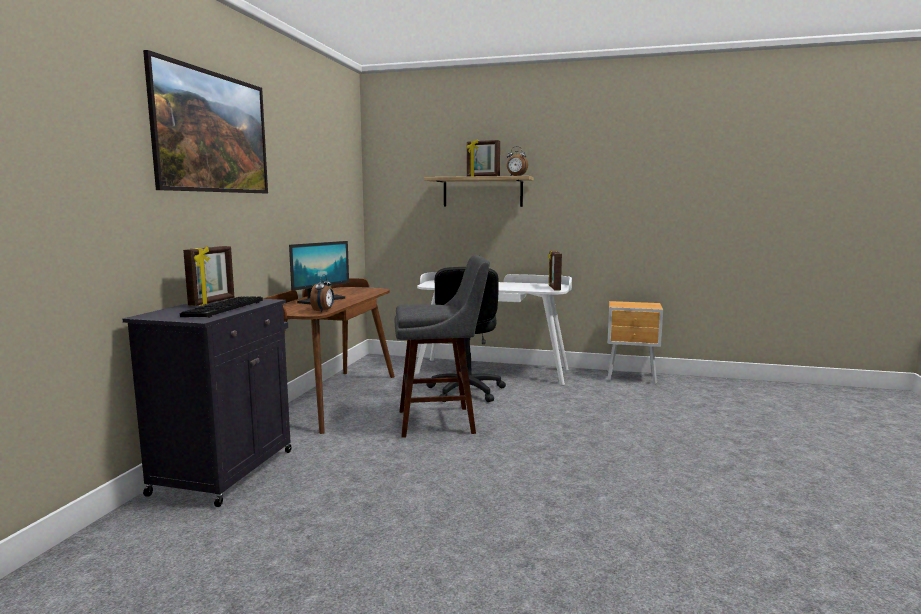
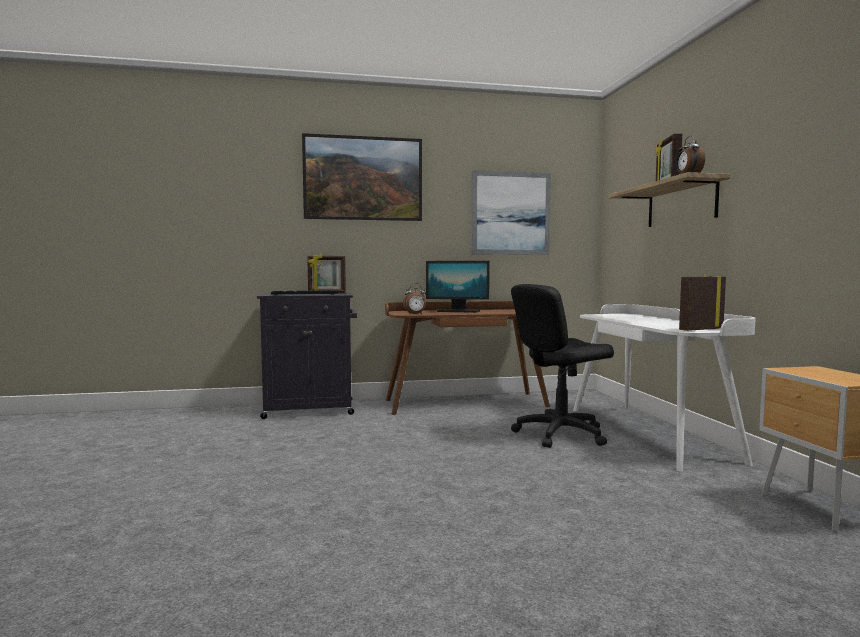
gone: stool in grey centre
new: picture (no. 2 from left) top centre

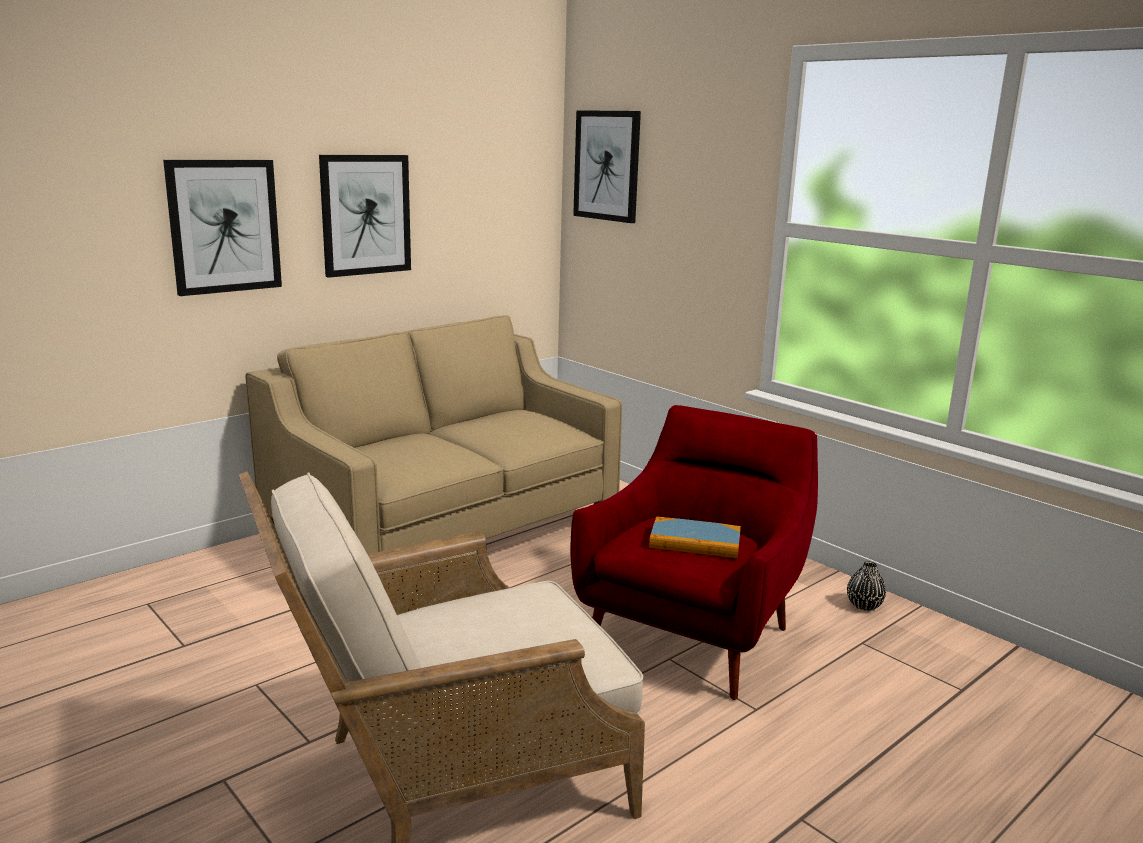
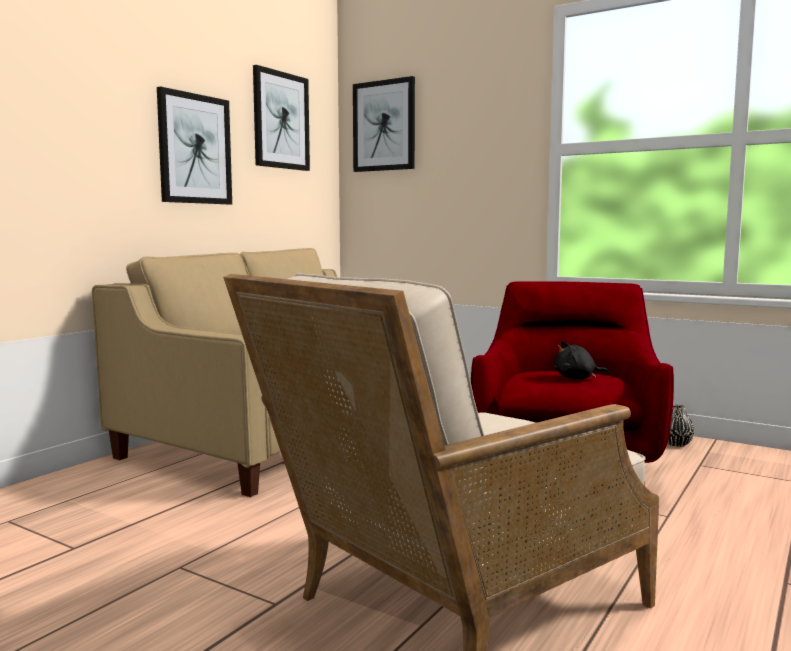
shifted: picture (no. 1 from left in the first image) top left to picture (no. 2 from left) top centre
swapped: book centre to plush toy in black middle right

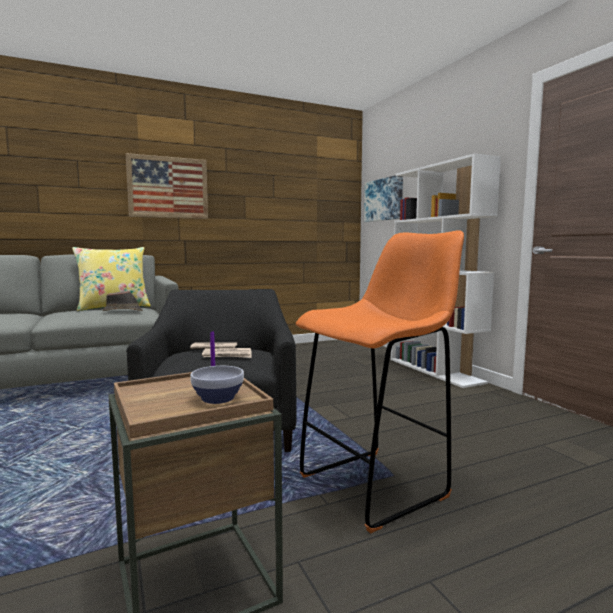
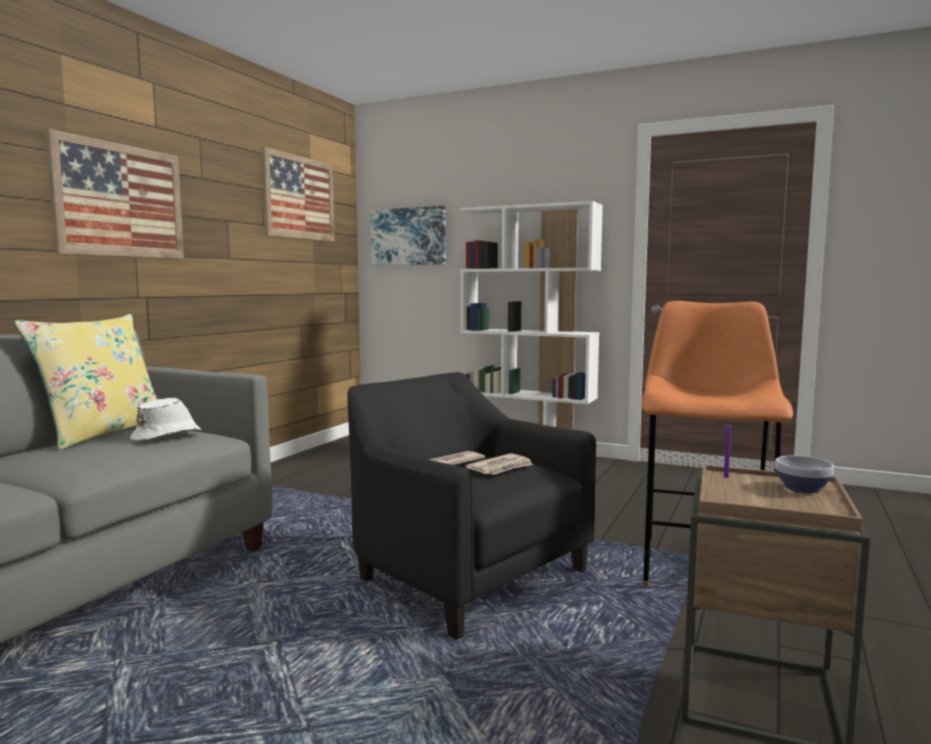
new: picture (no. 2 from left) top left
repainted: hat in brown middle left to hat in white middle left

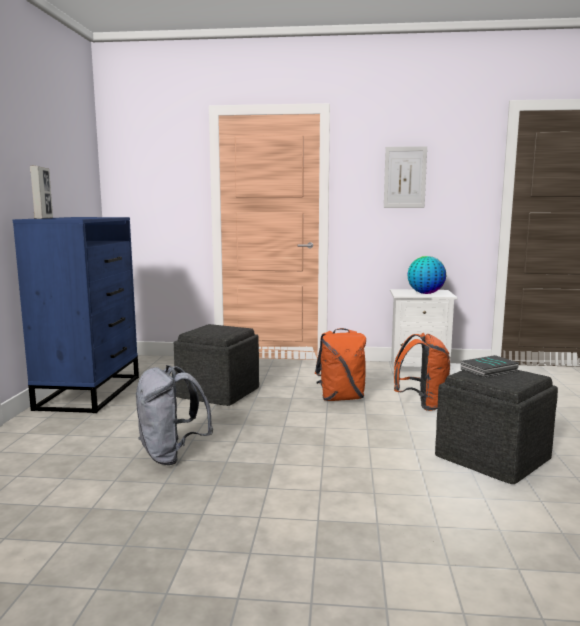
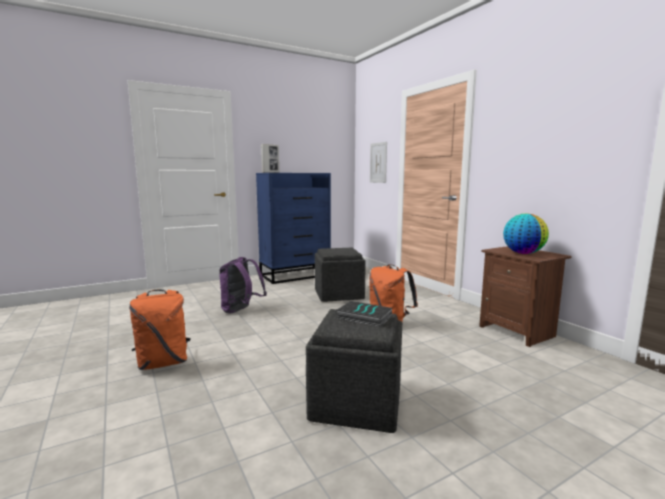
shifted: picture top right to top centre; backpack in orange (no. 2 from left in the first image) middle right to backpack in orange (no. 1 from left) middle left
repainted: backpack in grey middle left to backpack in purple centre; nightstand in white middle right to nightstand in brown middle right

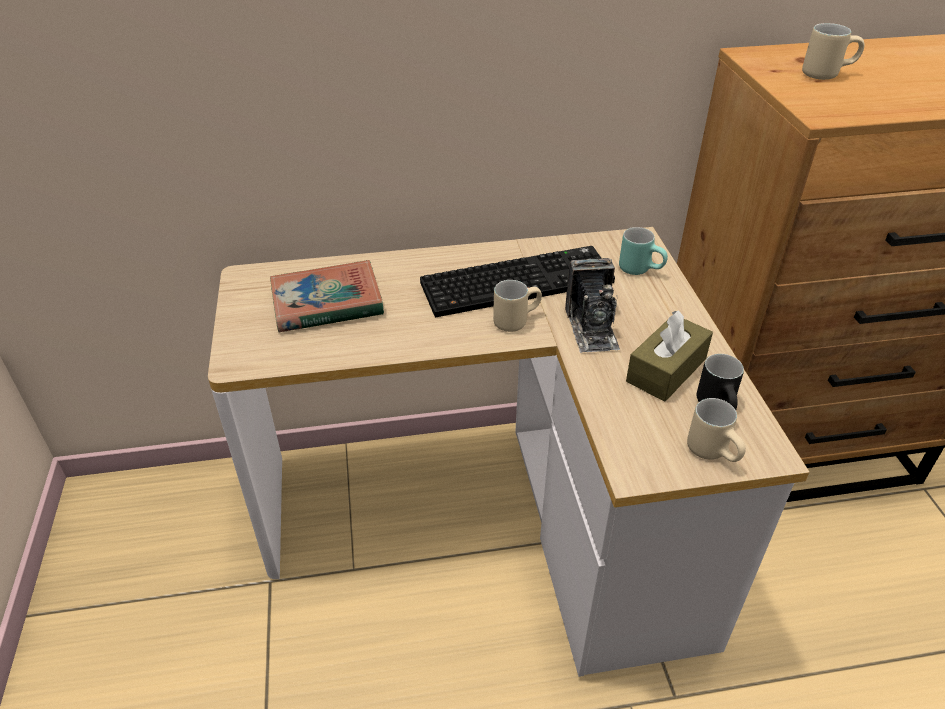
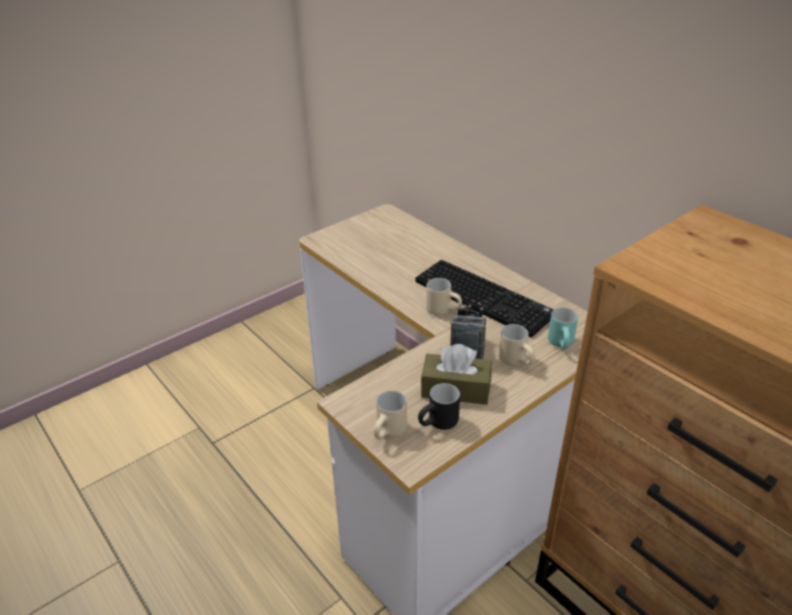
gone: book centre
shifted: mug in beige (no. 3 from left) top right to centre
rotated: photo camera centre = centre 135 degrees clockwise

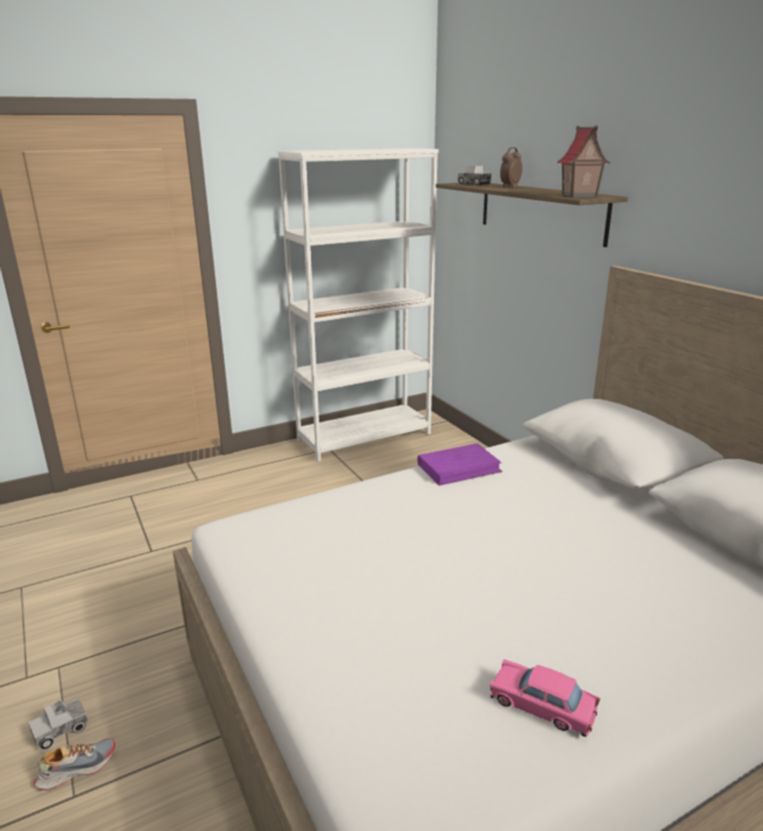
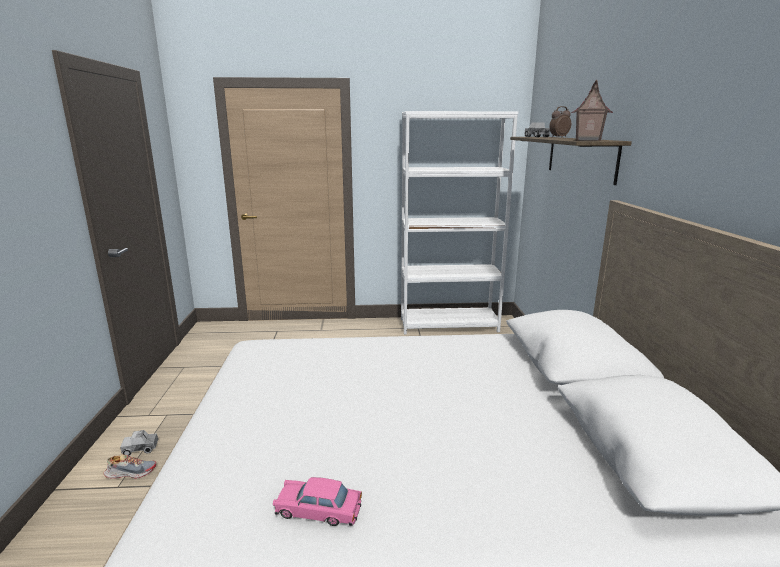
gone: book in purple centre
rotated: toy car in pink bottom right = bottom centre 45 degrees counterclockwise

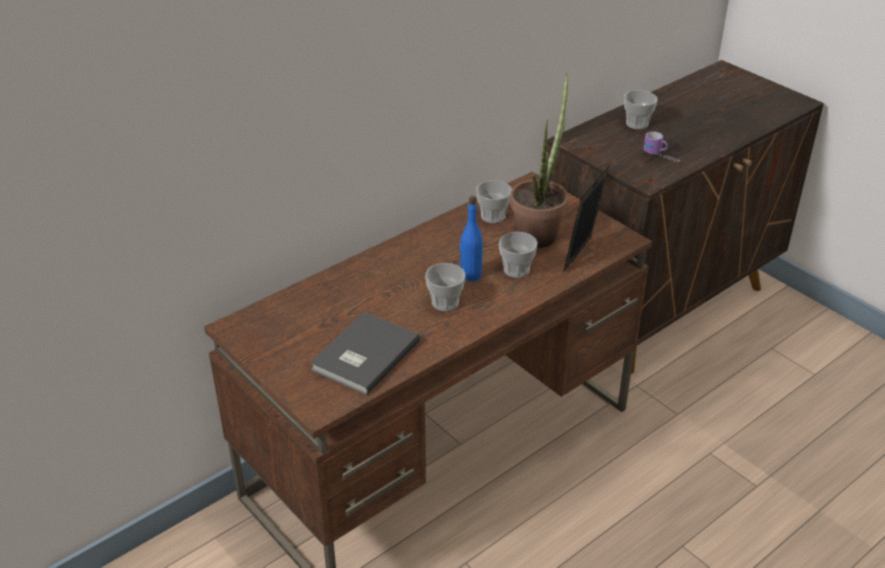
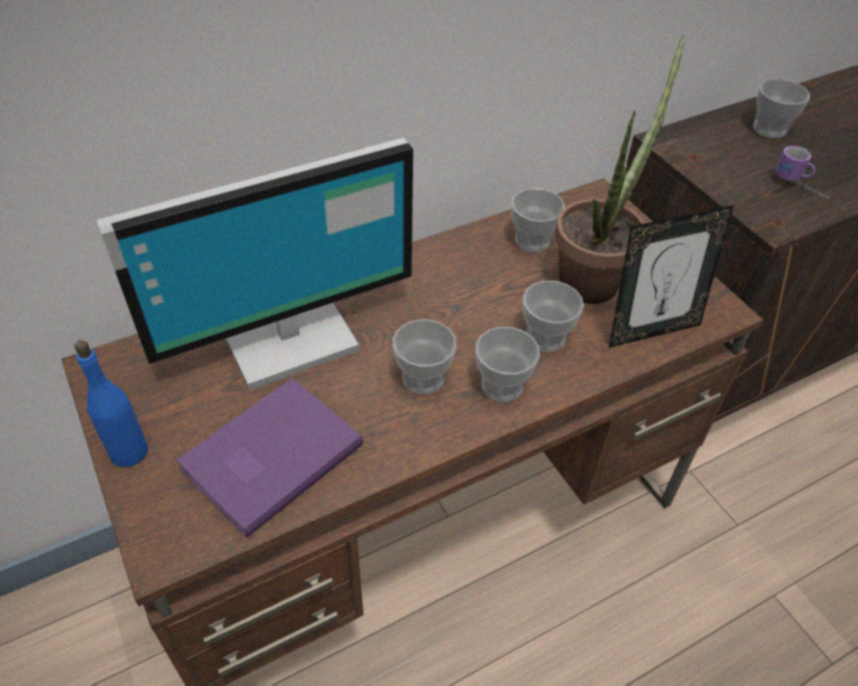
new: monitor middle left; cup (no. 2 from left) centre
shifted: bottle in blue centre to middle left
repainted: book in grey centre to book in purple bottom left
rotated: picture frame centre = middle right 150 degrees counterclockwise

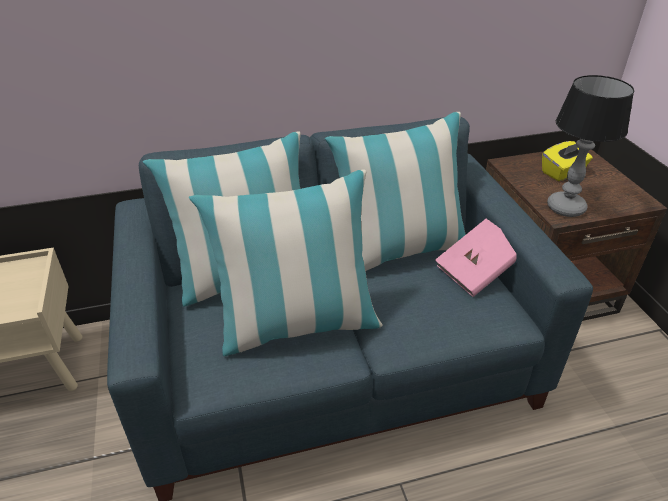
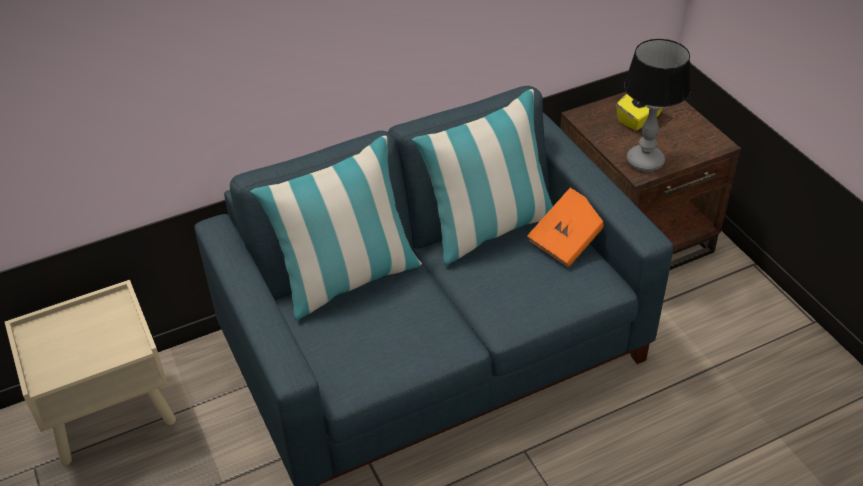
gone: pillow (no. 2 from left) centre
repainted: book in pink middle right to book in orange centre

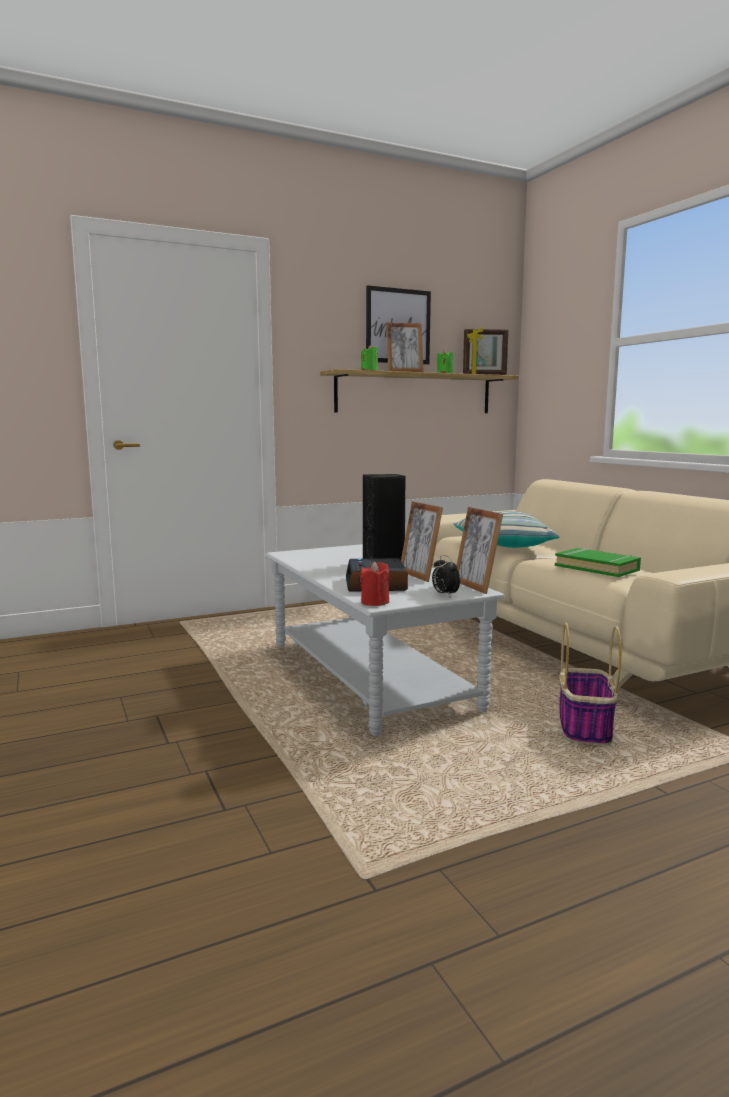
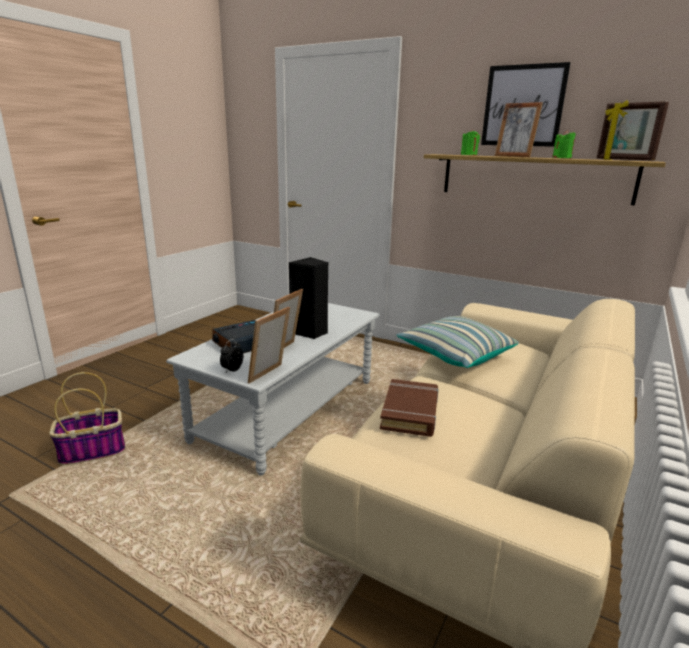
gone: candle in red centre
shifted: basket middle right to middle left
repainted: book in green middle right to book in brown centre

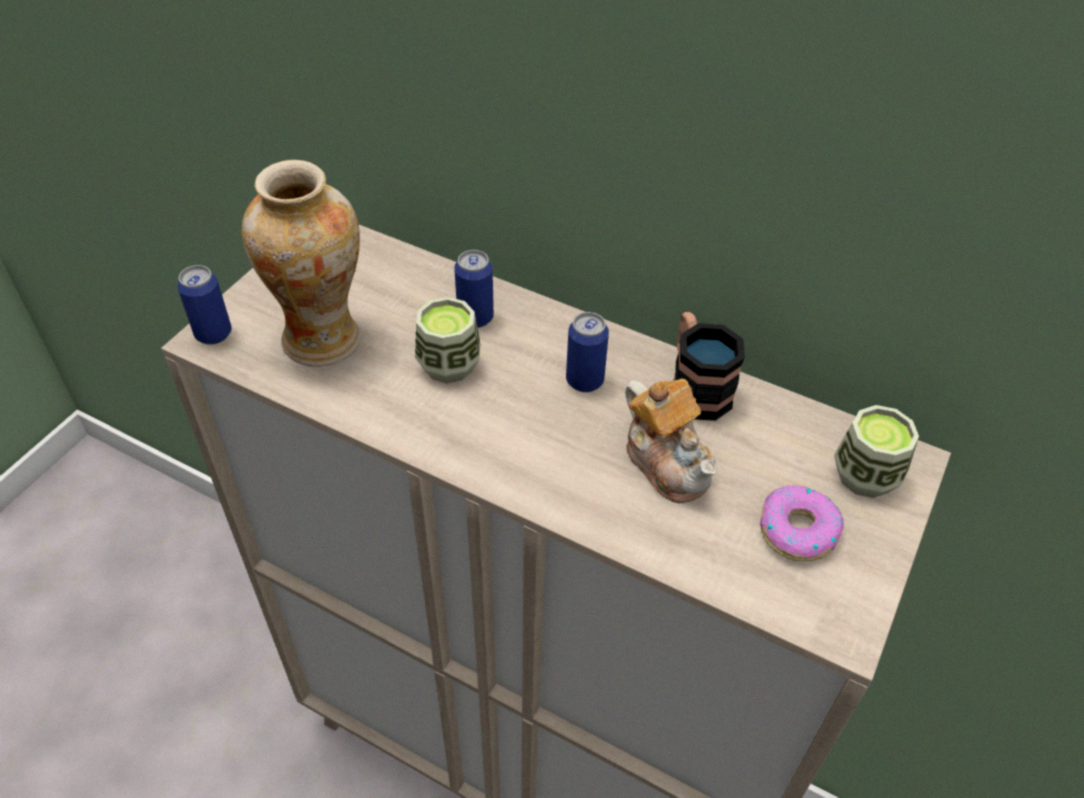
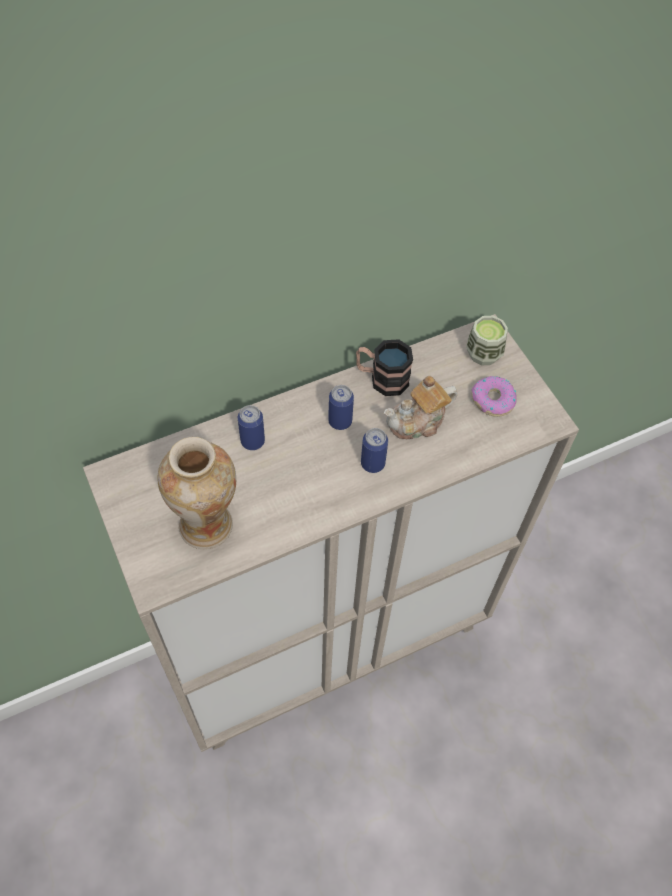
gone: cup (no. 1 from left) centre
shifted: can (no. 1 from left in the first image) middle left to can (no. 3 from left) centre
rotated: teapot centre = centre 150 degrees clockwise

